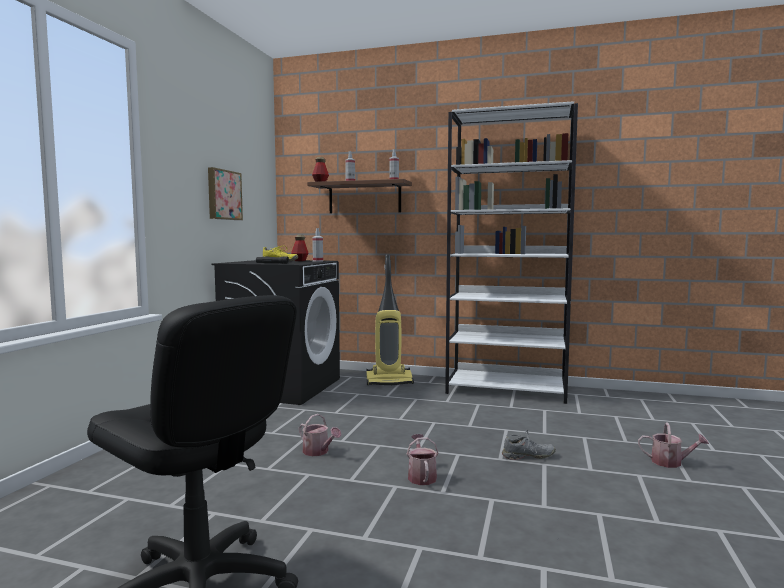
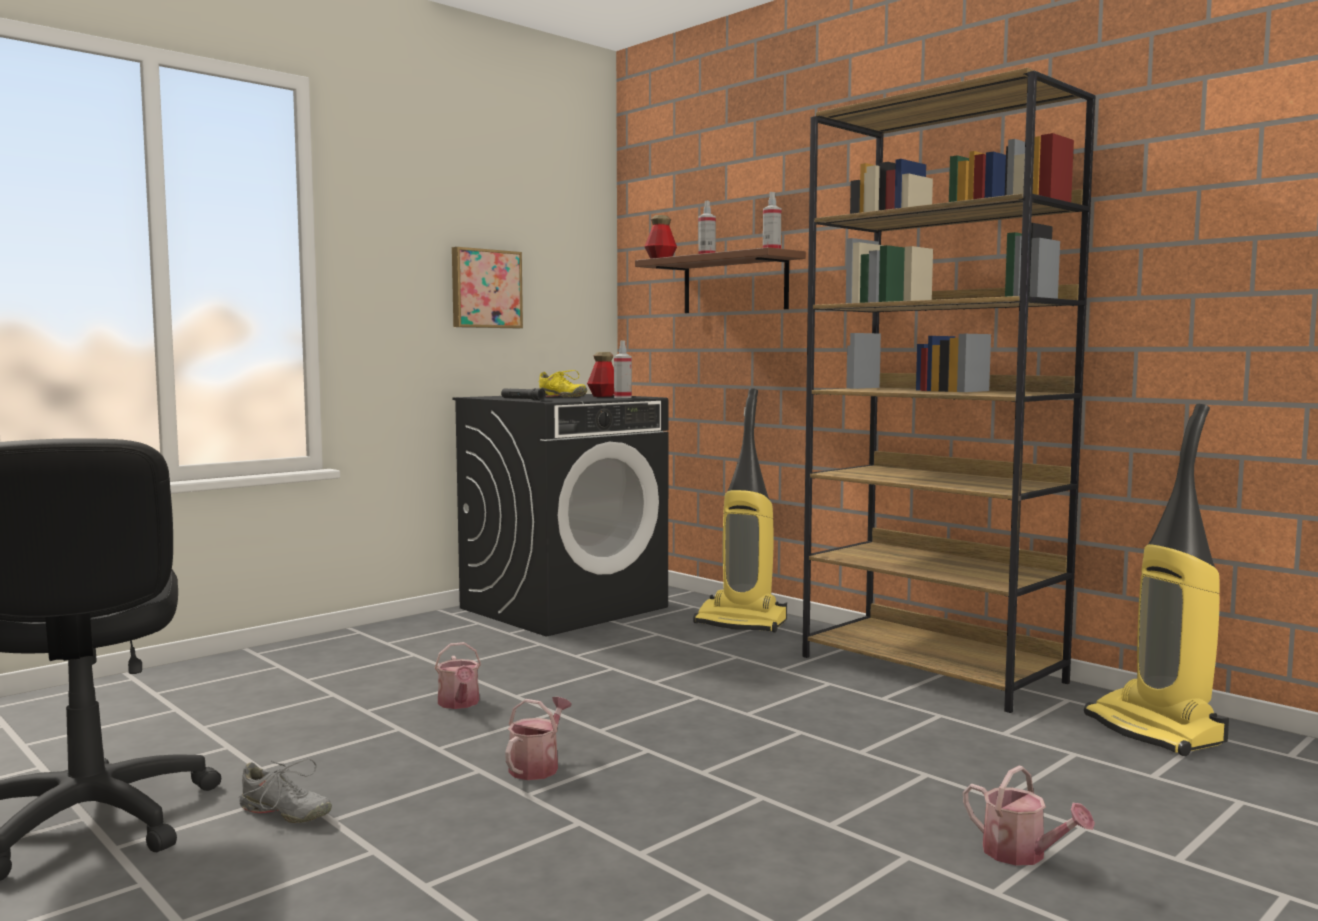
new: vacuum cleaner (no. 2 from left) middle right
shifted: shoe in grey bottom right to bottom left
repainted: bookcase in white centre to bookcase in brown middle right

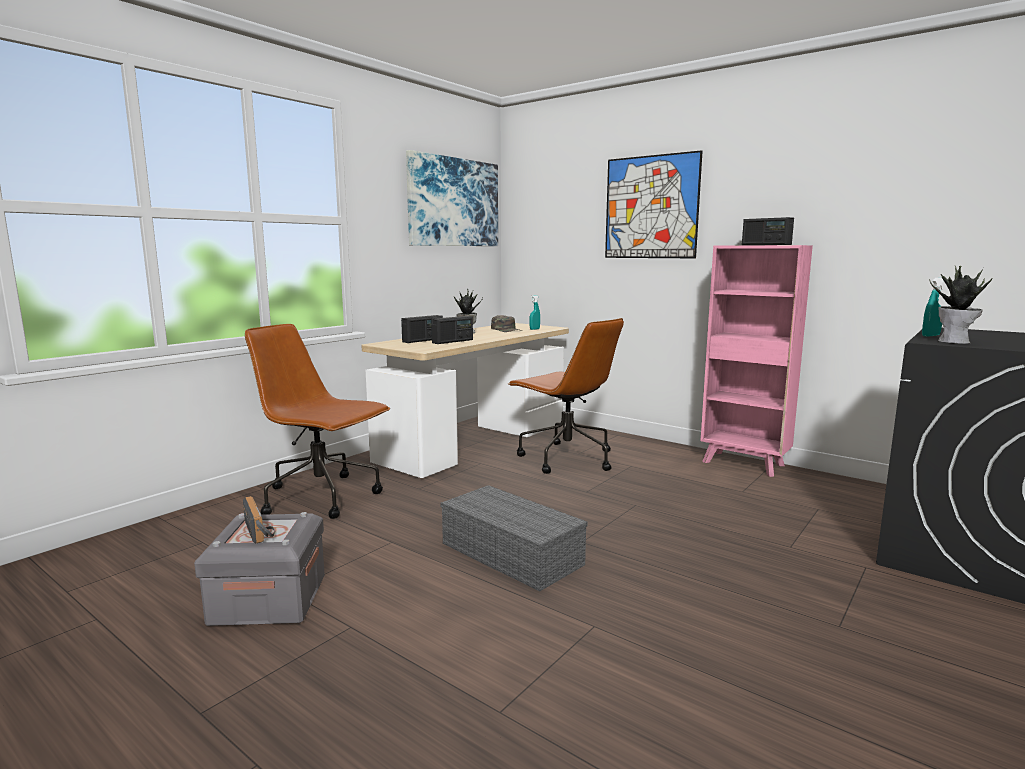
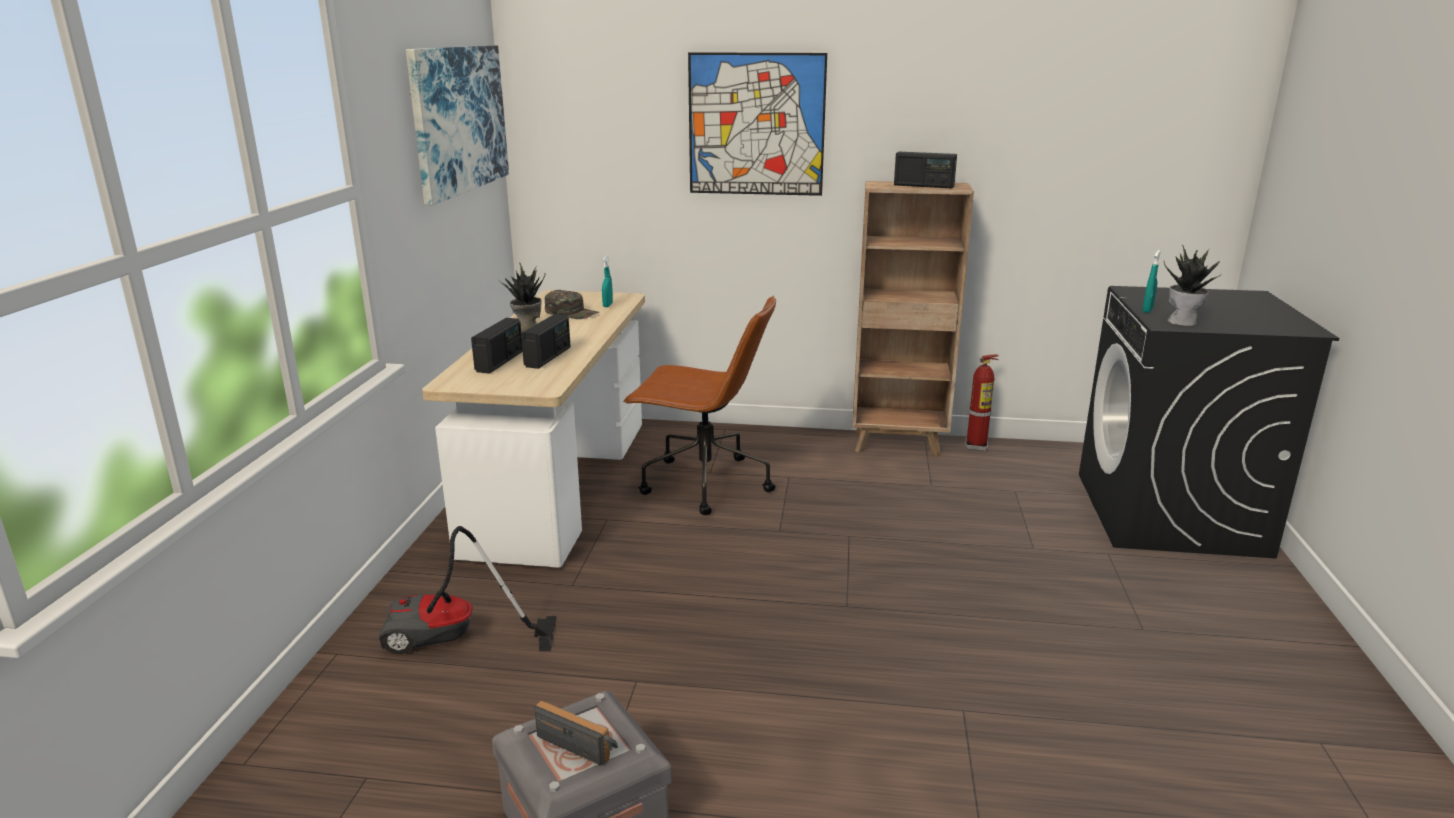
gone: storage box in grey (no. 2 from left) bottom centre
new: fire extinguisher middle right
swapped: office chair in brown (no. 1 from left) middle left to vacuum cleaner bottom left
repainted: bookcase in pink middle right to bookcase in brown centre

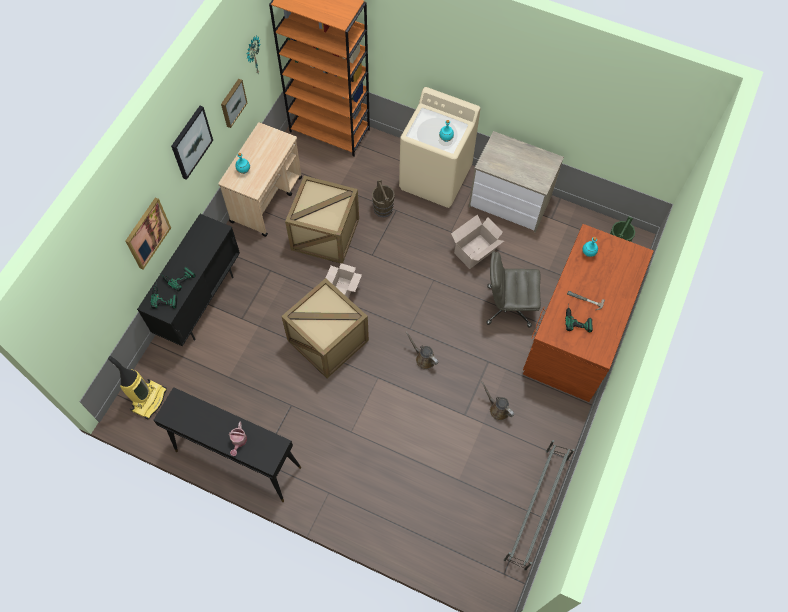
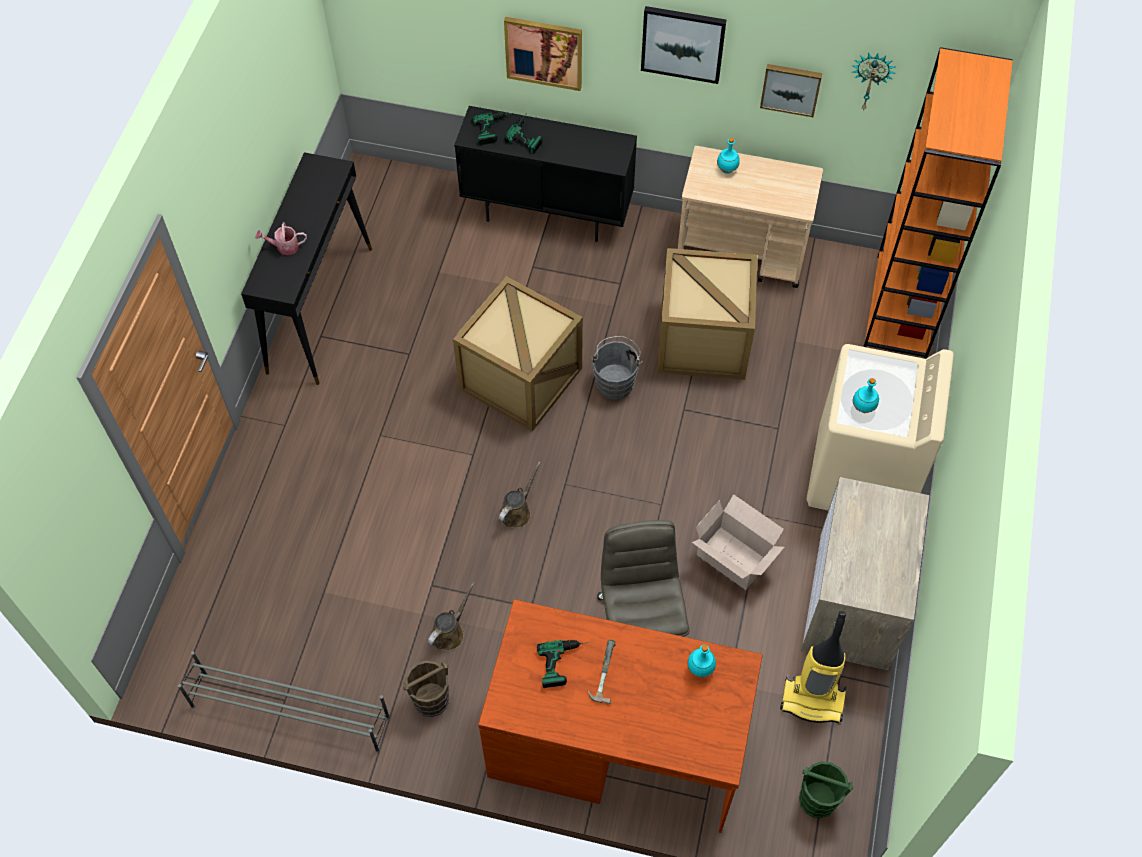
shifted: vacuum cleaner middle left to bottom right; bucket in brown top centre to bottom centre
swapped: cardboard box (no. 1 from left) centre to bucket in grey centre

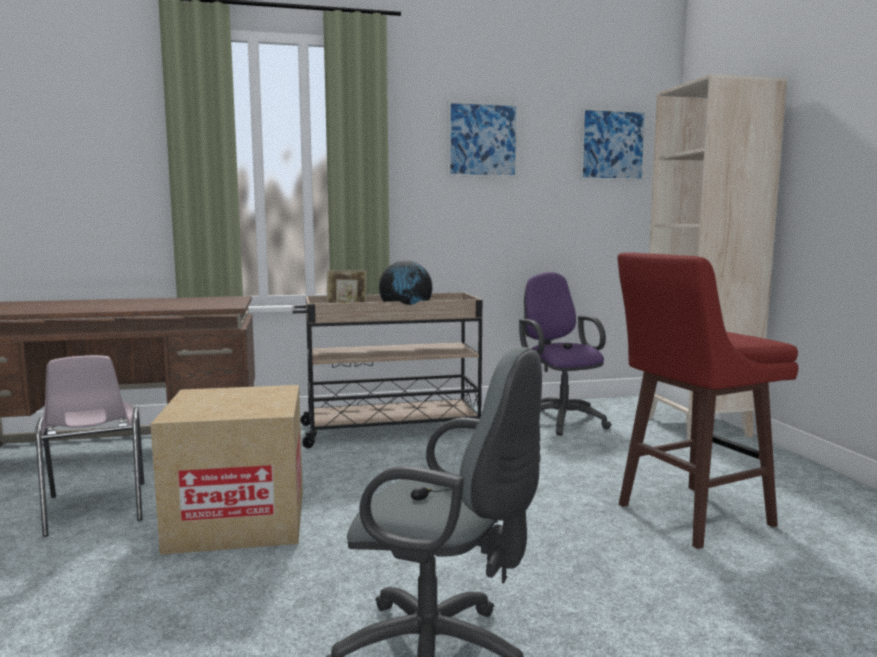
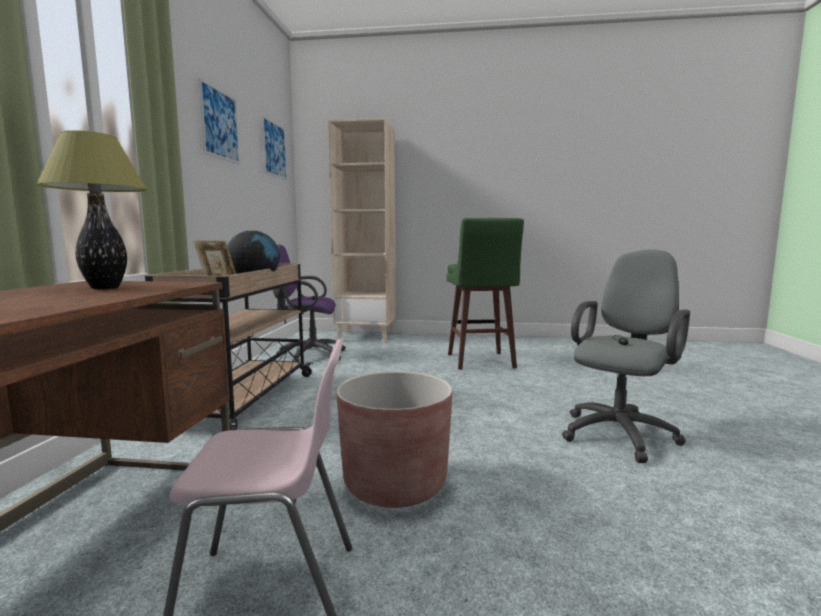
new: table lamp middle left
swapped: cardboard box bottom left to planter in brown bottom centre
repainted: stool in red middle right to stool in green centre

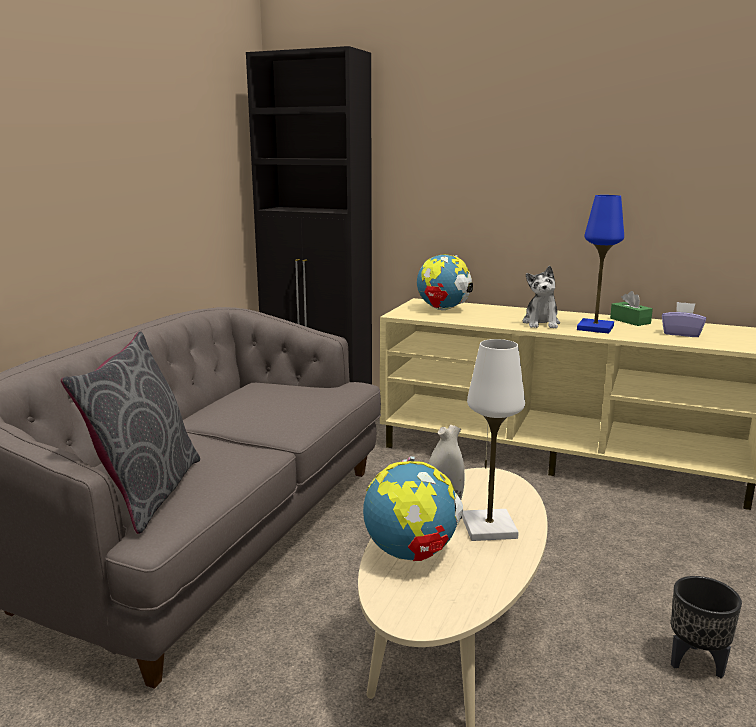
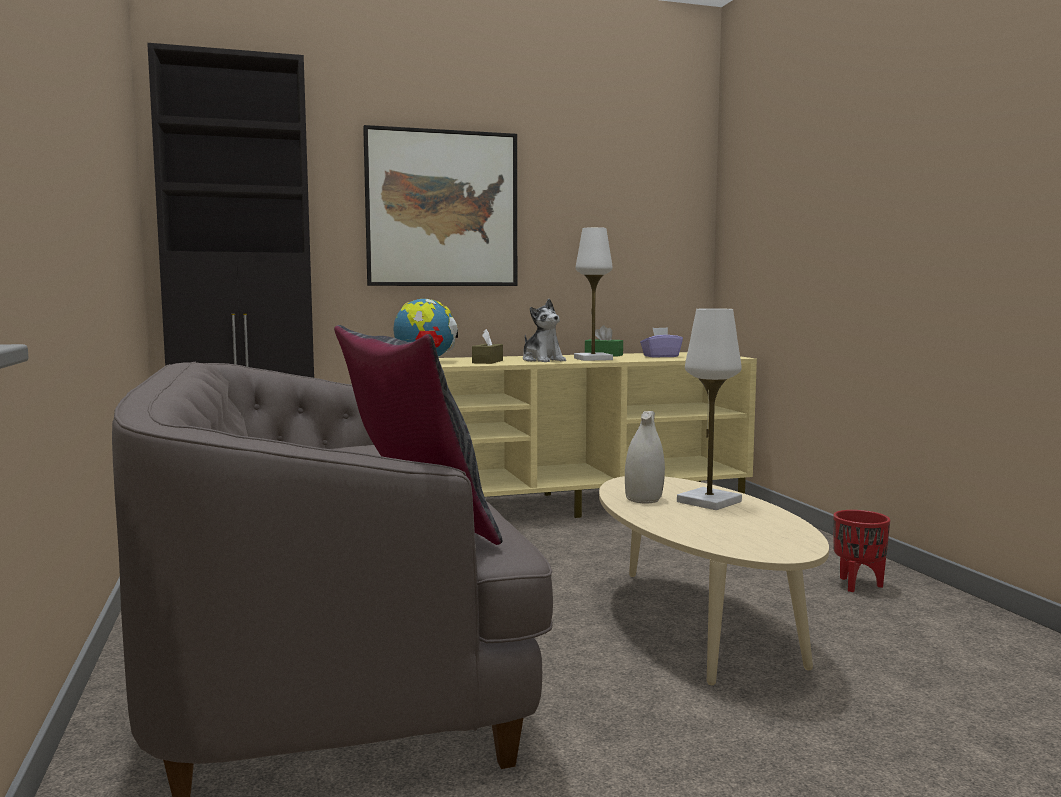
gone: globe (no. 1 from left) bottom centre
new: picture top centre; tissue box in brown centre
repainted: table lamp in blue middle right to table lamp in white (no. 1 from left) centre; planter in black bottom right to planter in red bottom right

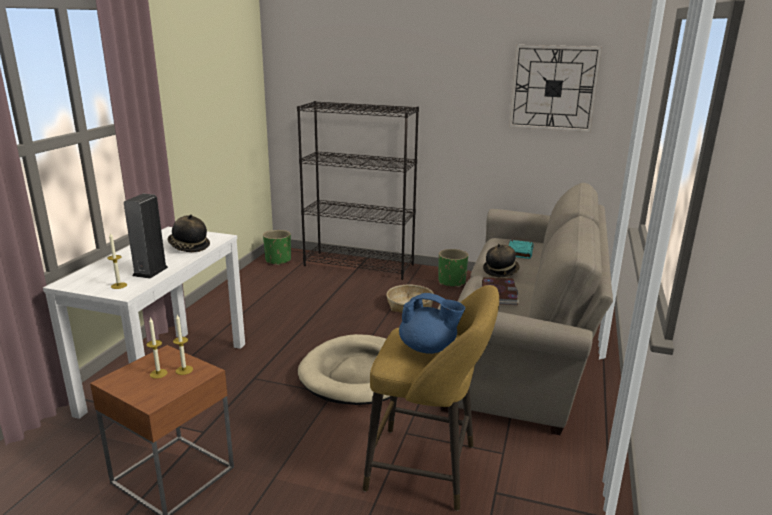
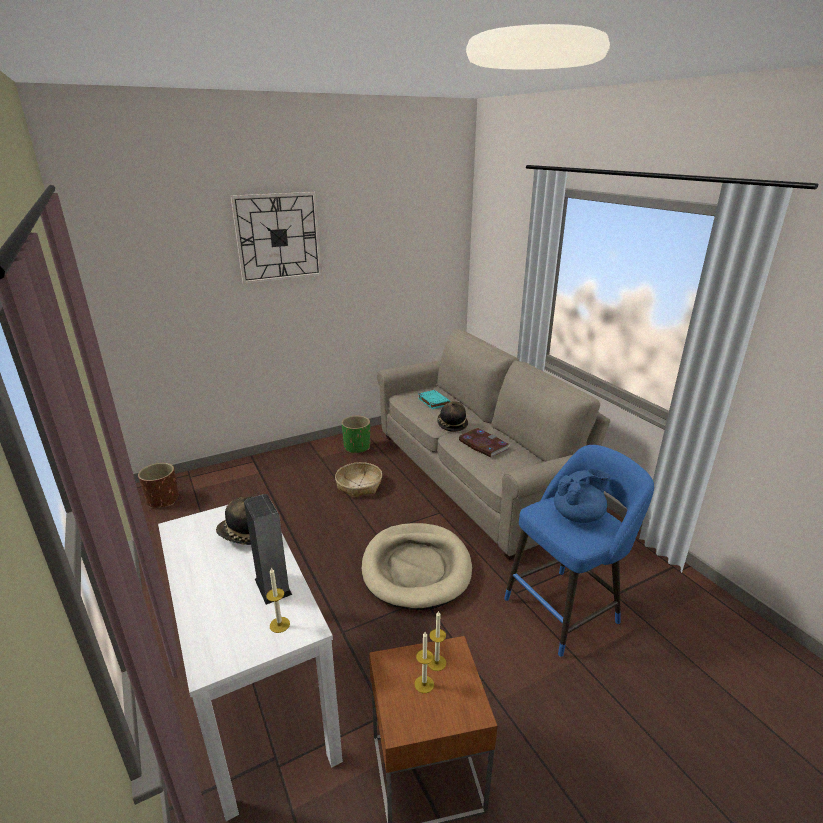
gone: bookcase in black centre
shifted: wall clock top right to top centre
repainted: planter in green (no. 1 from left) centre to planter in brown middle left; stool in yellow bottom centre to stool in blue bottom right

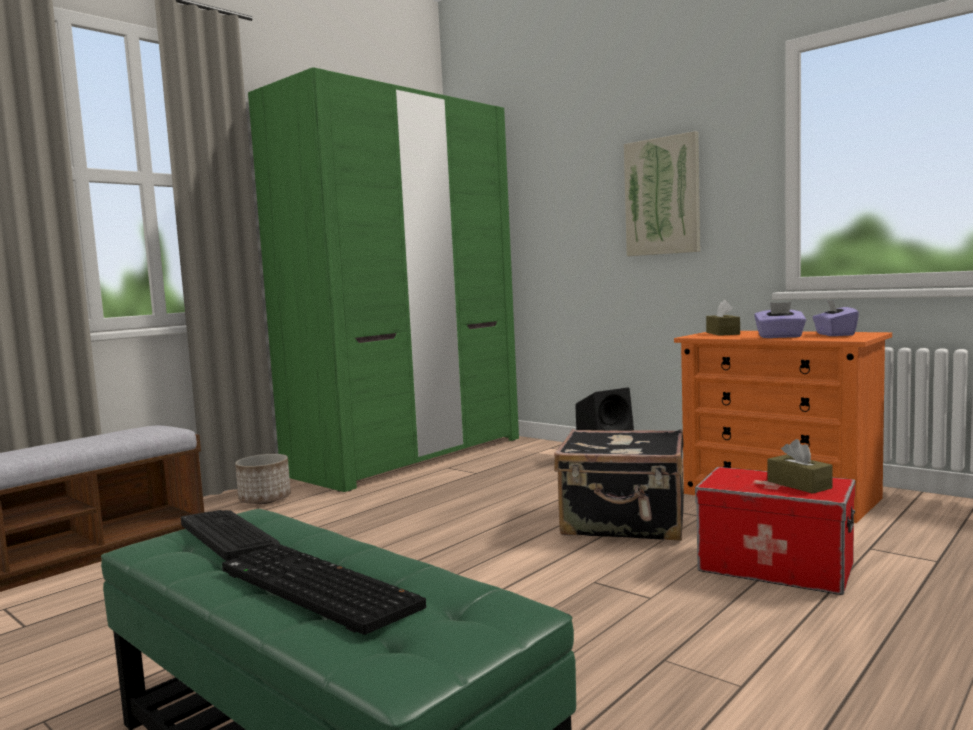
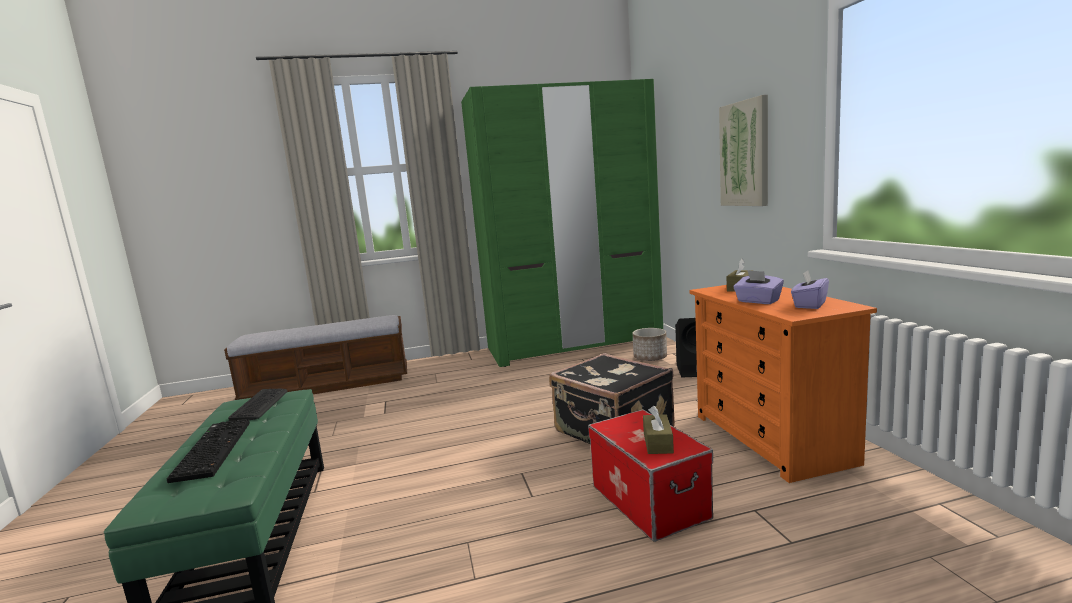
shifted: planter middle left to centre

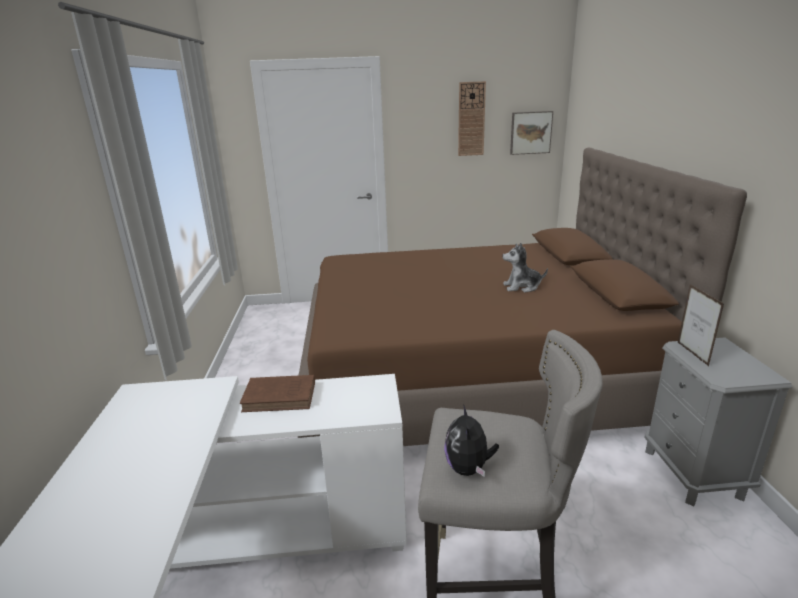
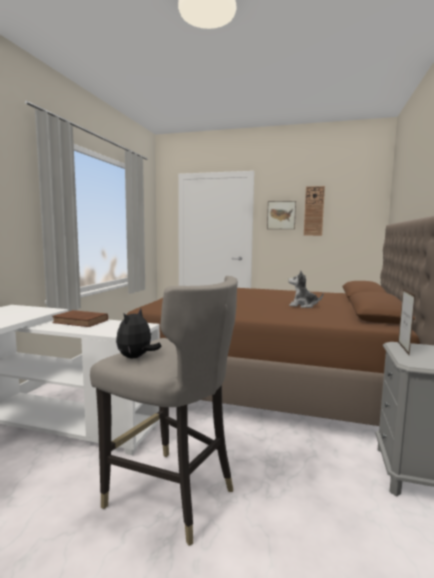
shifted: picture top centre to centre

